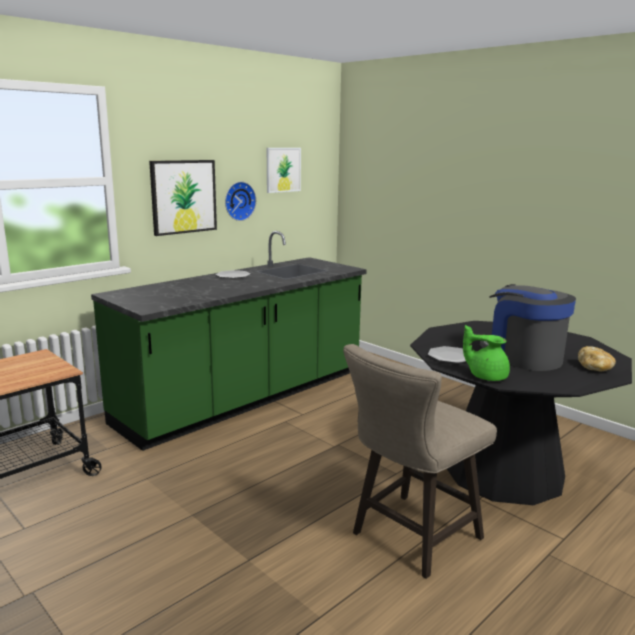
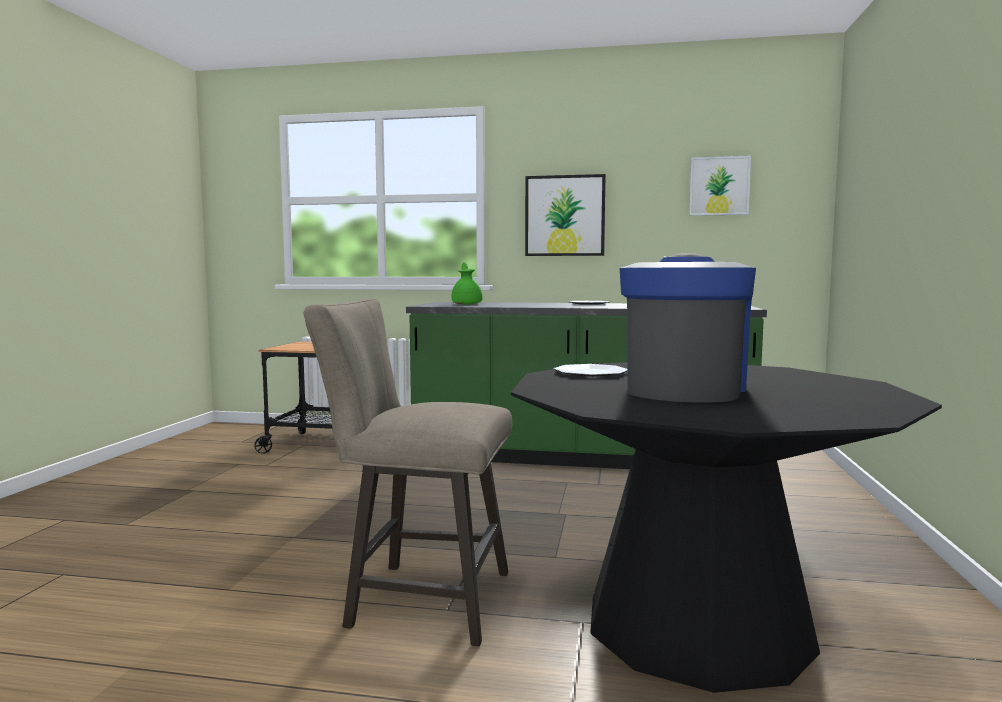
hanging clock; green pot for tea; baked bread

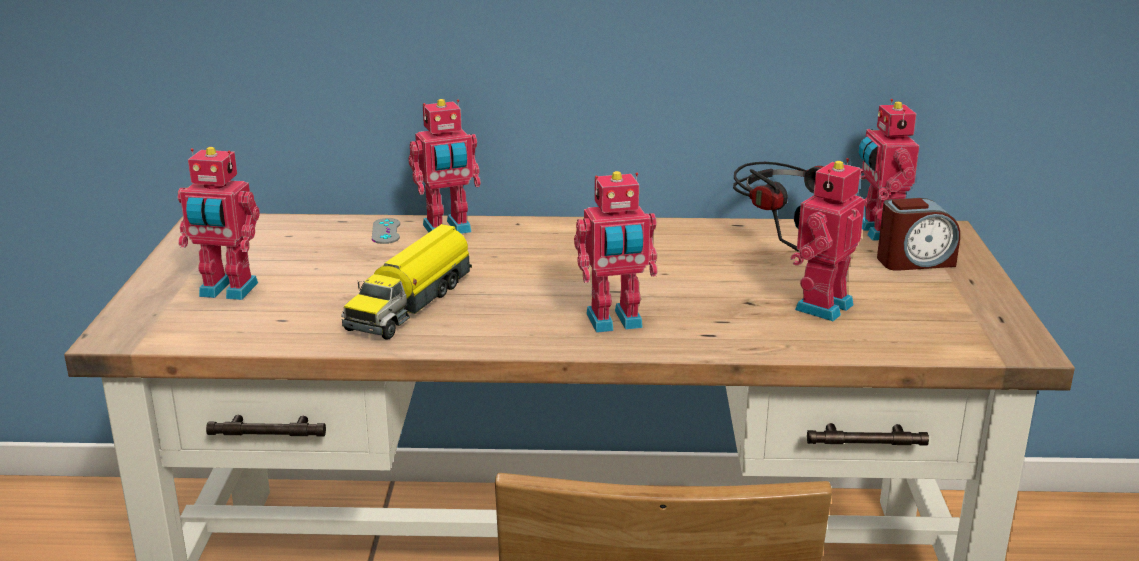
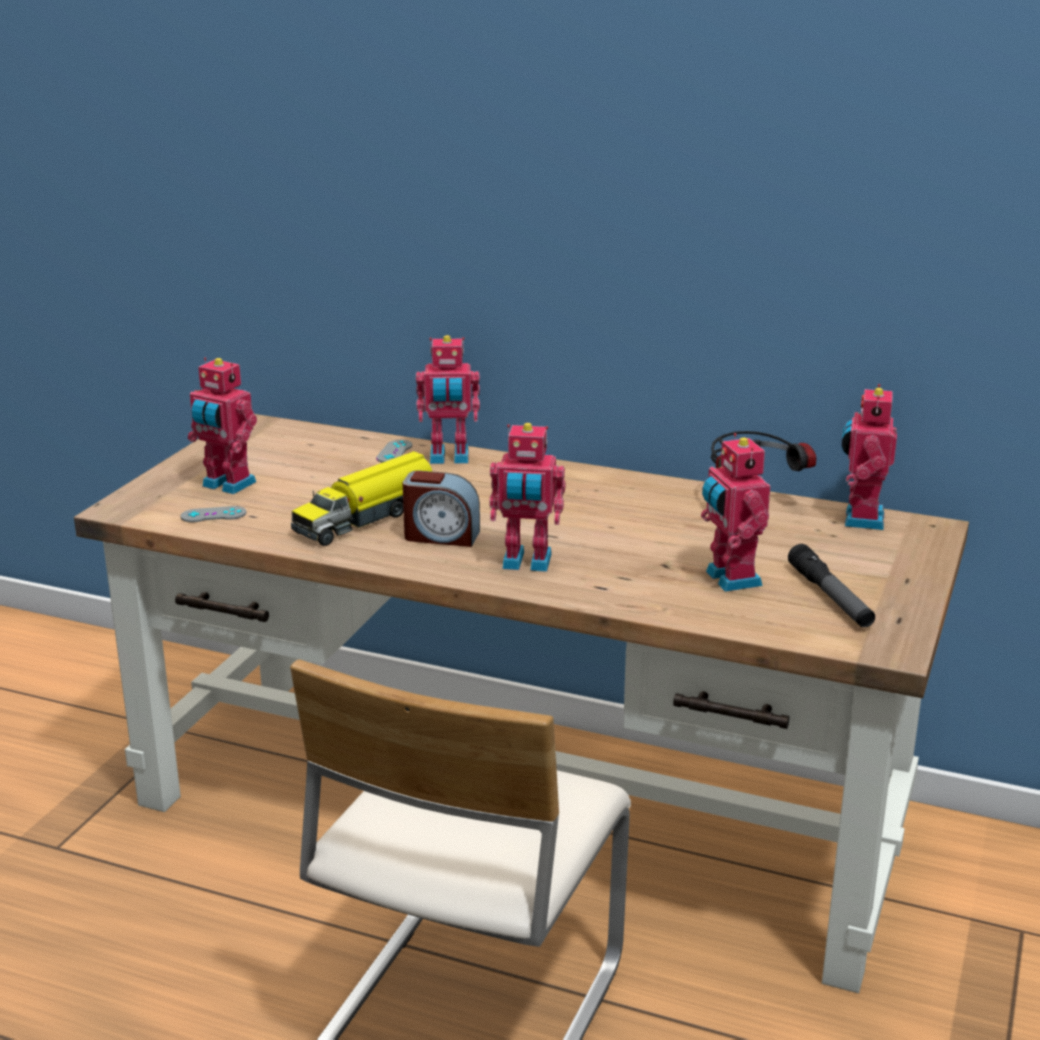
robot figure (4th from left); bedside clock; gray gamepad (1st from left); torch

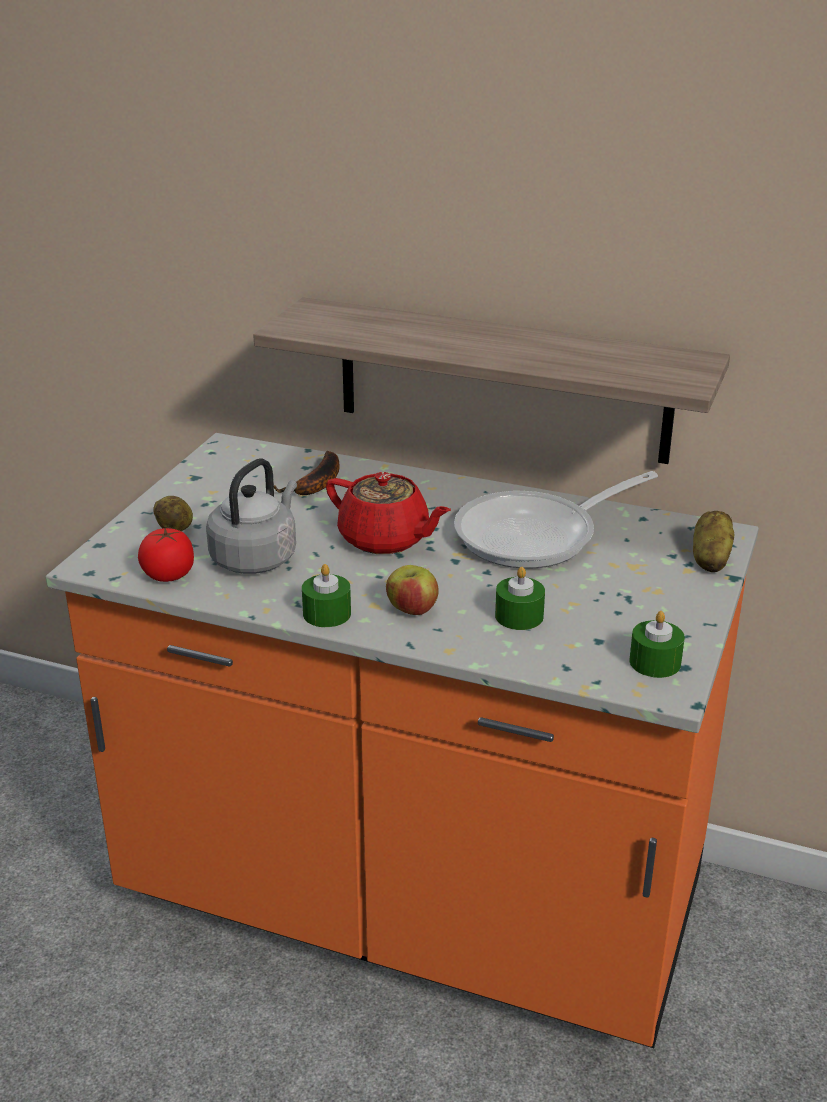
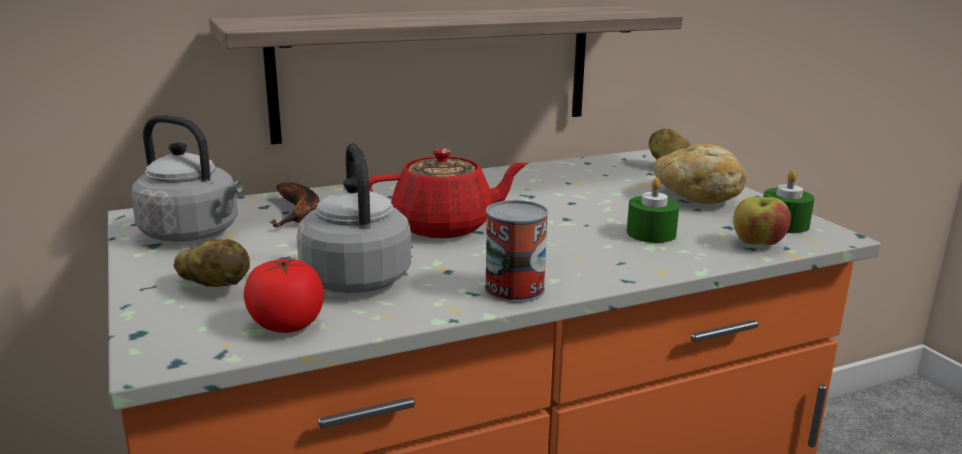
sealed can; apple fruit; frying pan; gray kettle (1st from left); baked bread

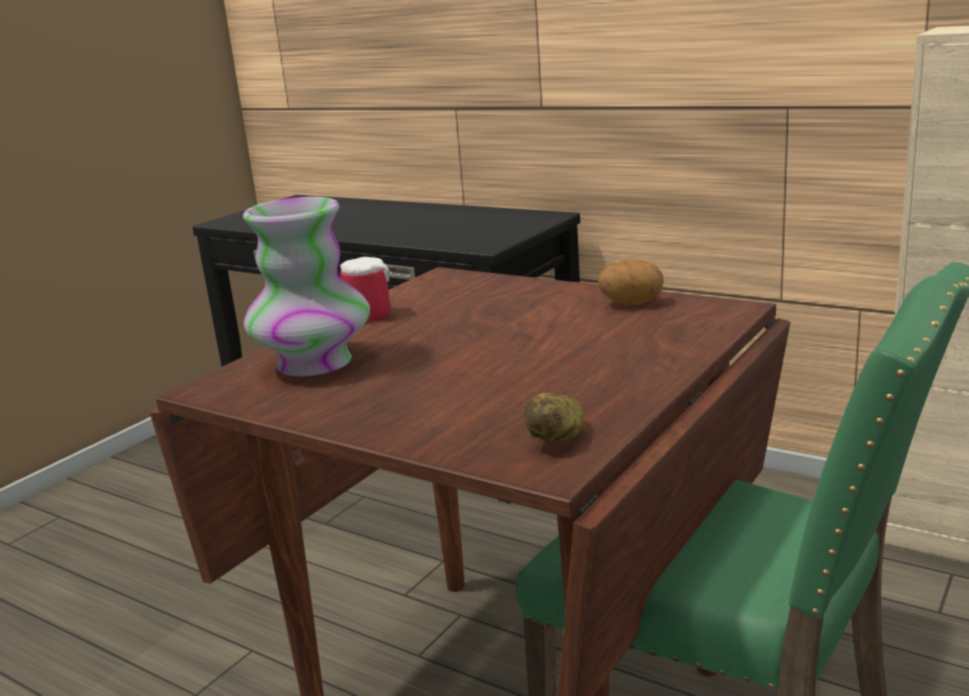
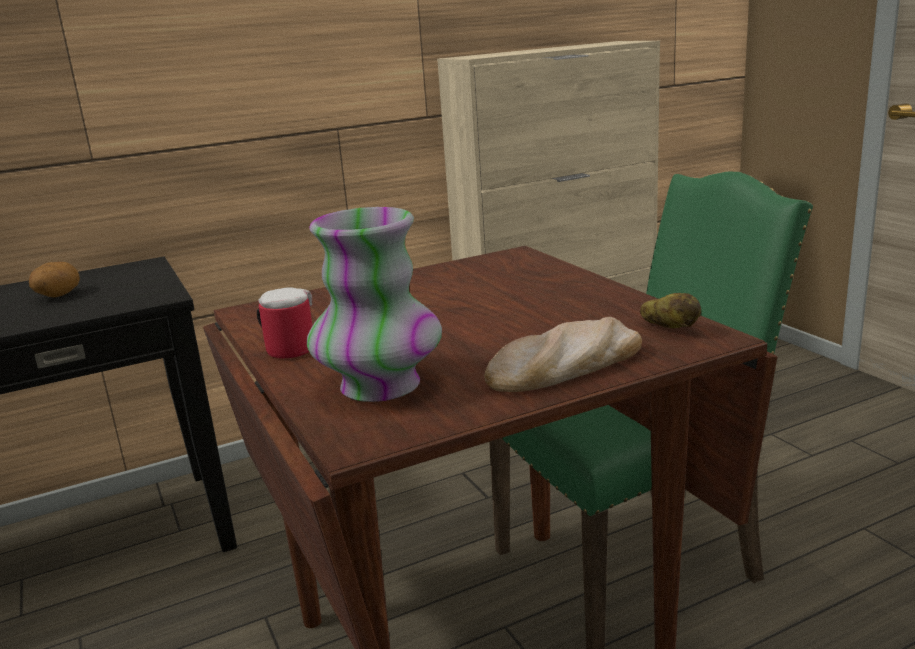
spud (1st from left); baked bread

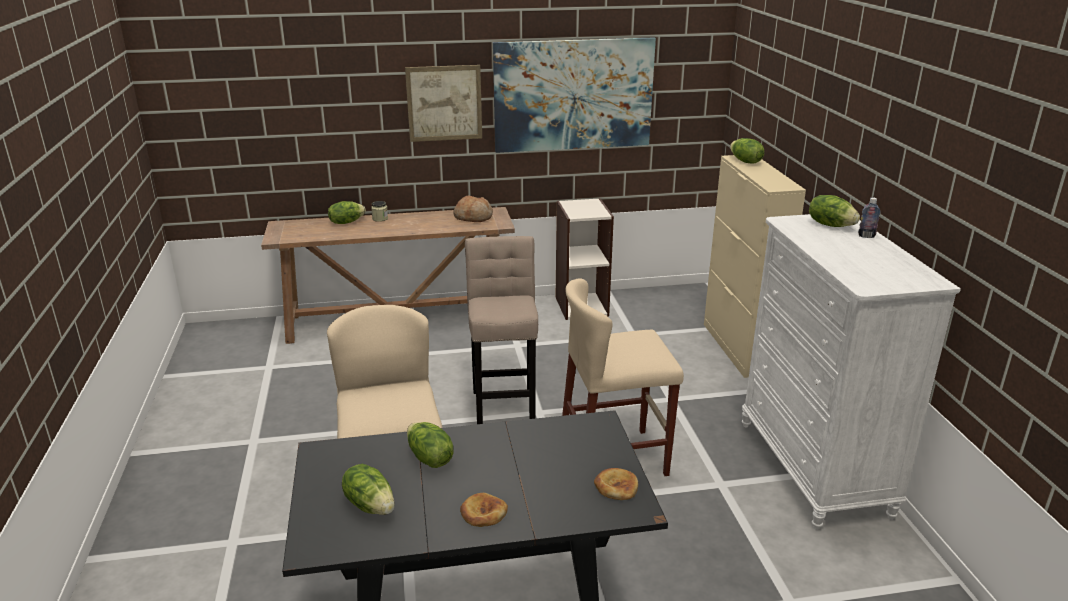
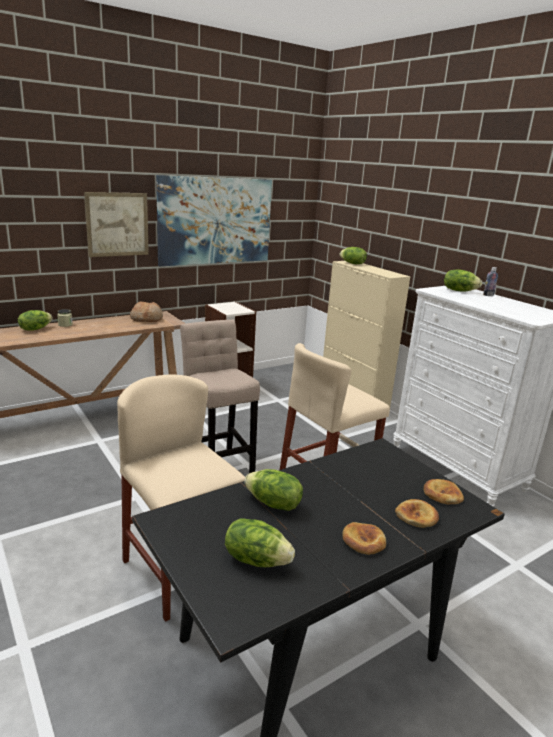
baked bread (3rd from left)

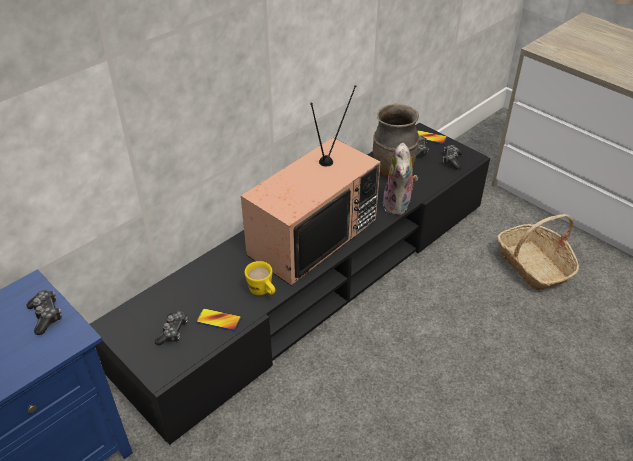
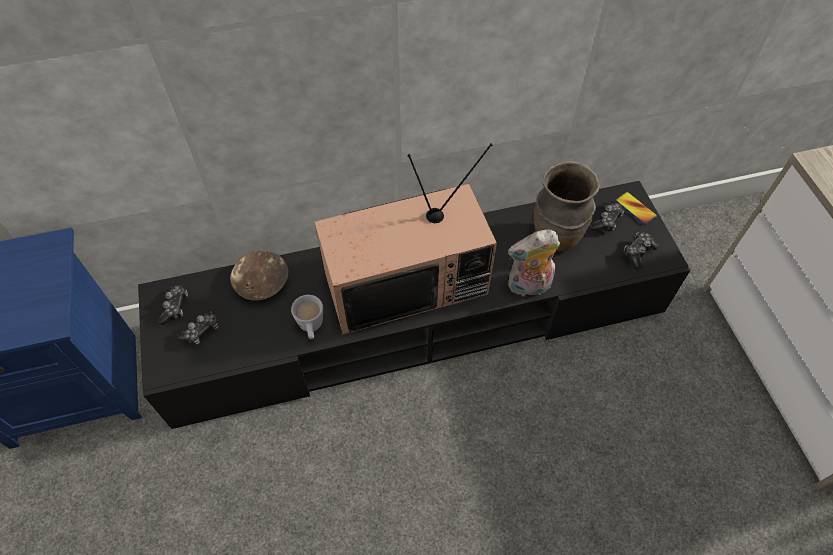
gamepad (1st from left); phone (1st from left in the first image); whitish coffee mug; soft toy; basket; brown-coloured serving bowl

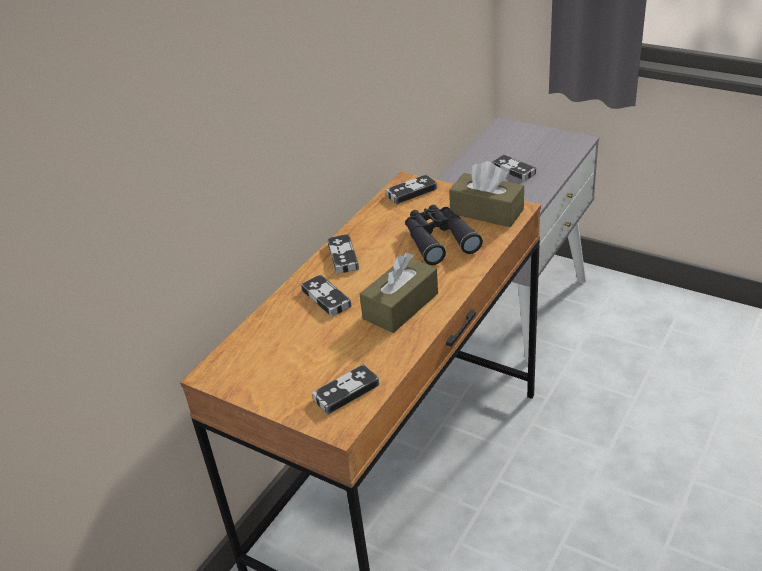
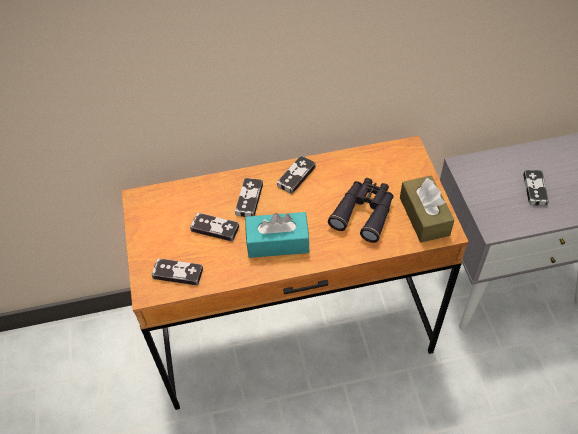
blue-green tissue holder; gamepad (2nd from left)

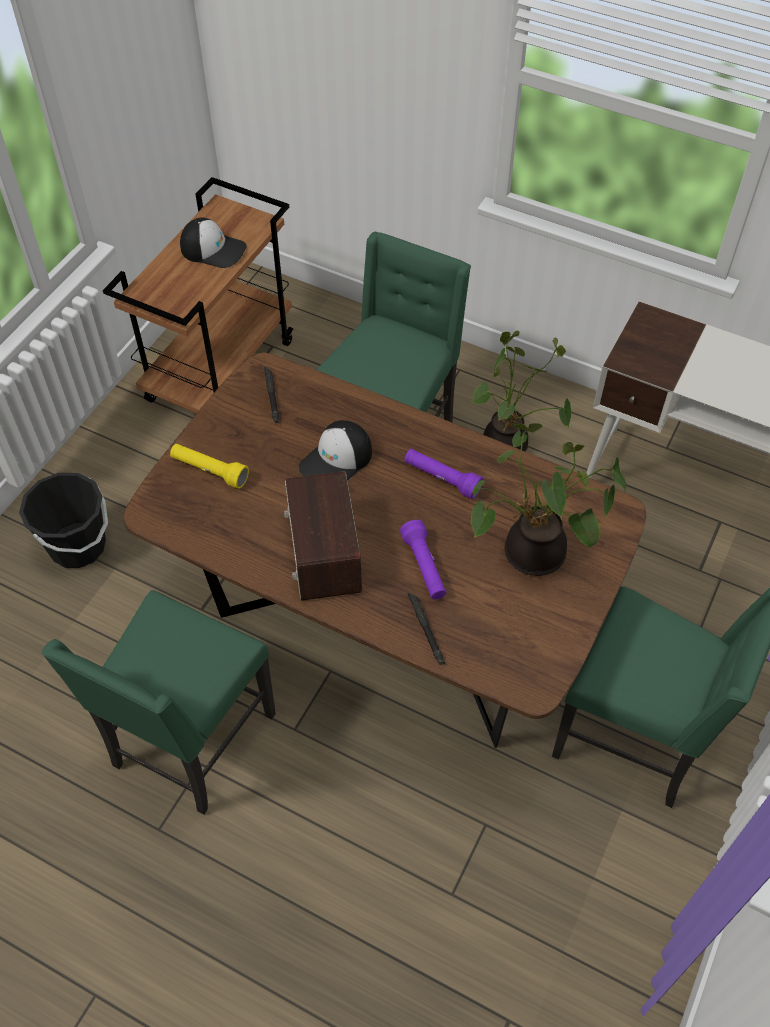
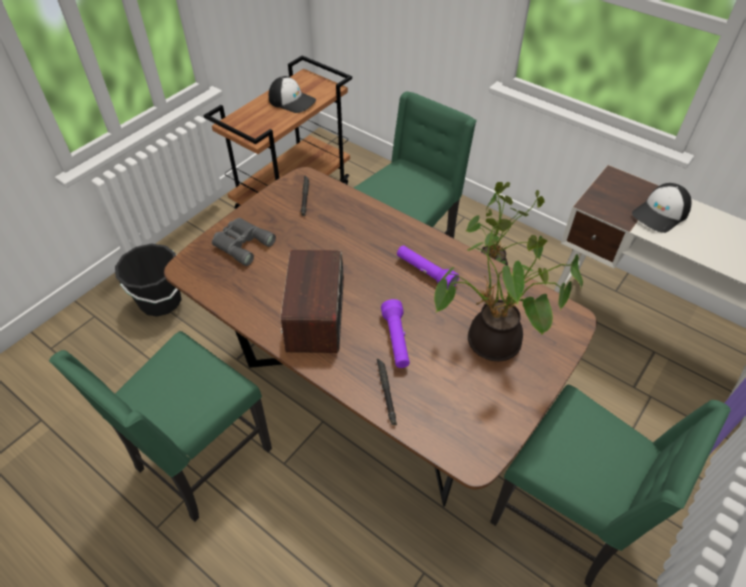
gray binoculars; cap (2nd from left)

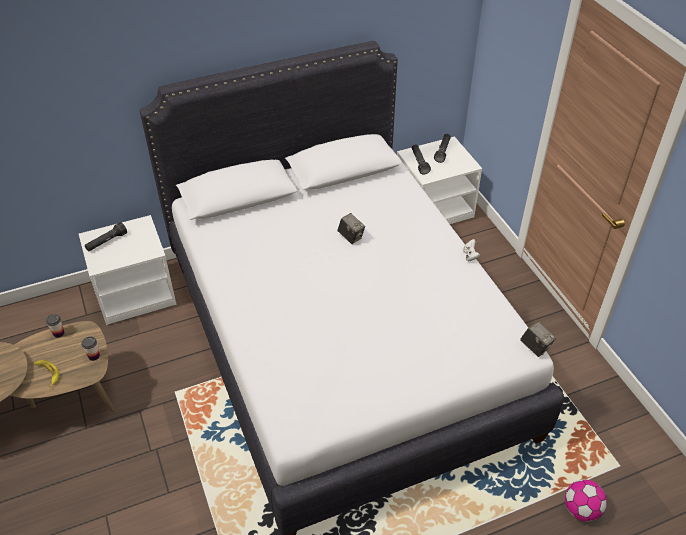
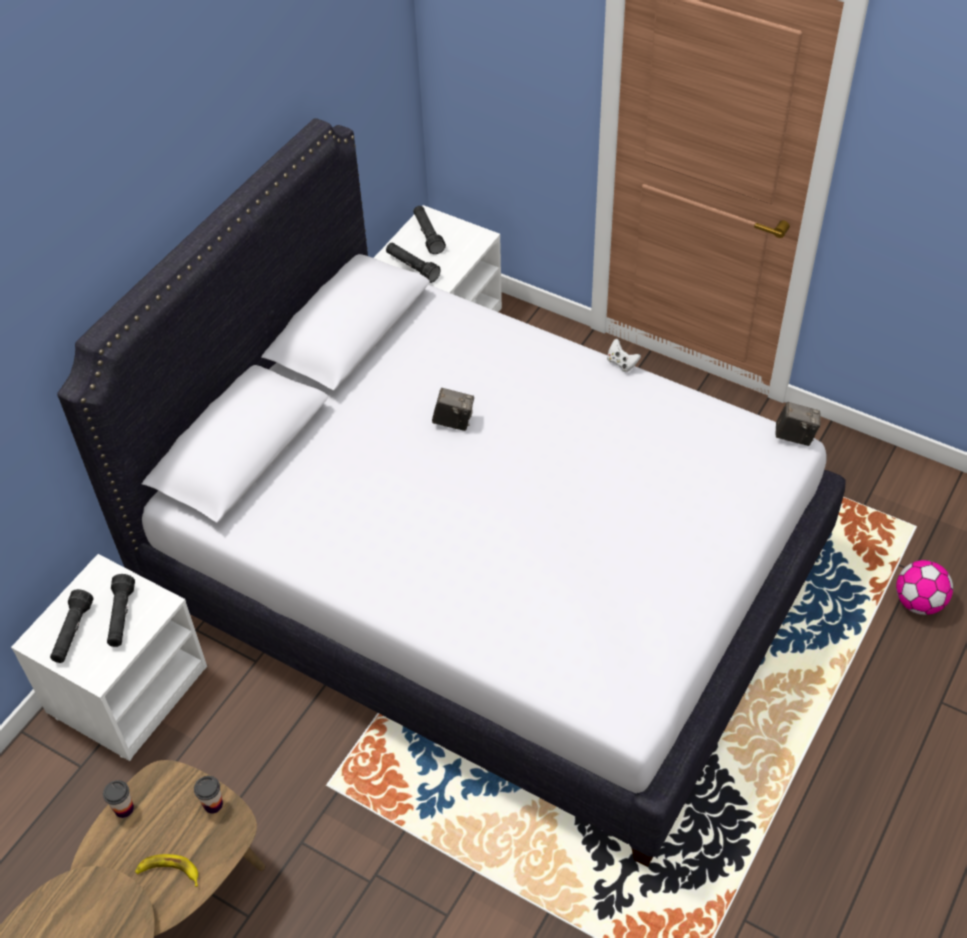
black torch (2nd from left)

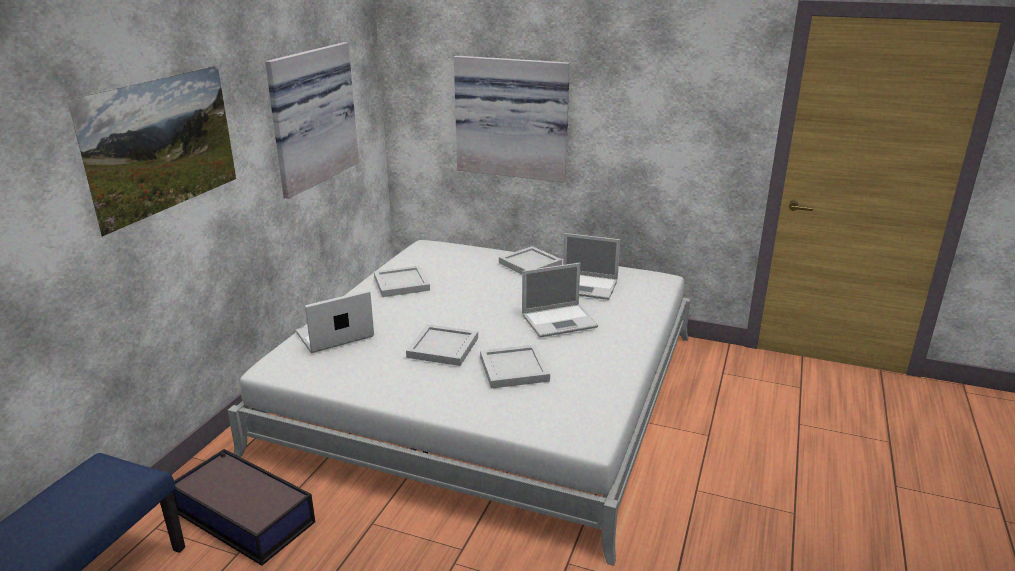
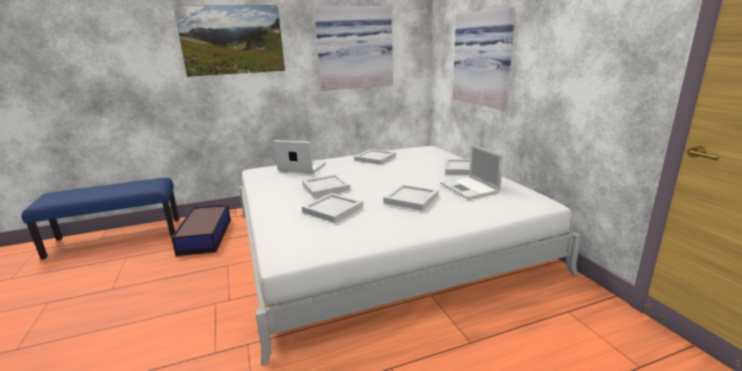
whitish serving tray (4th from left)

